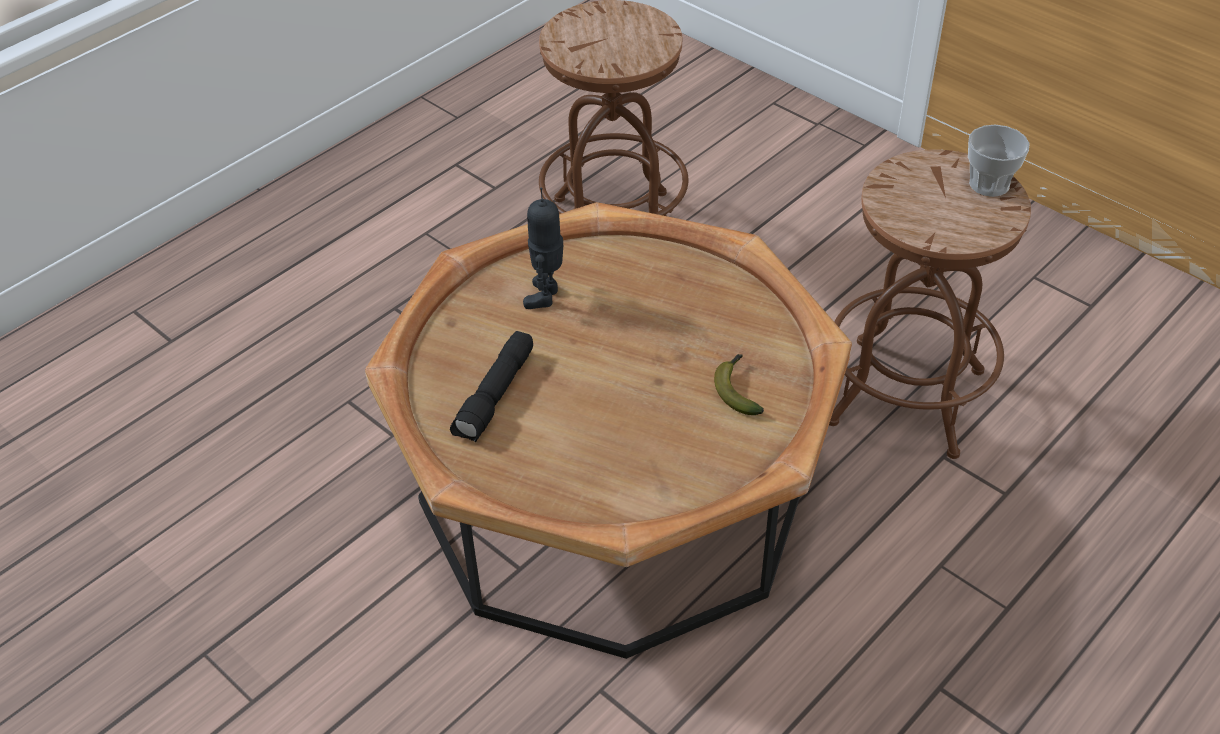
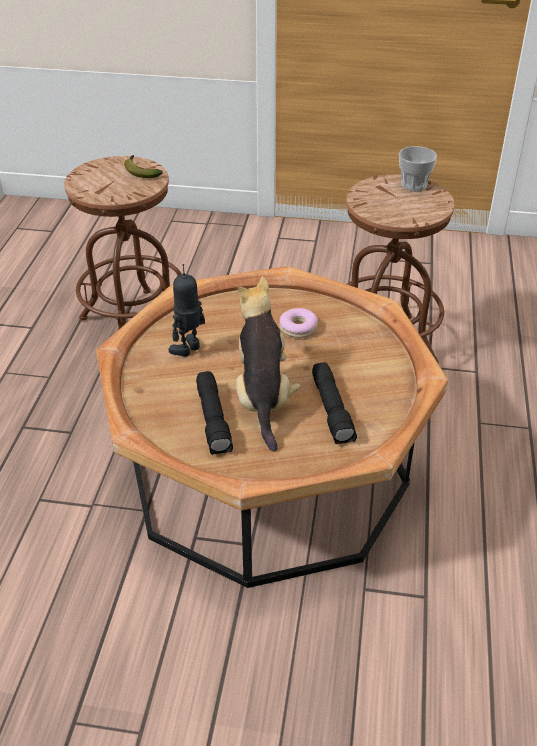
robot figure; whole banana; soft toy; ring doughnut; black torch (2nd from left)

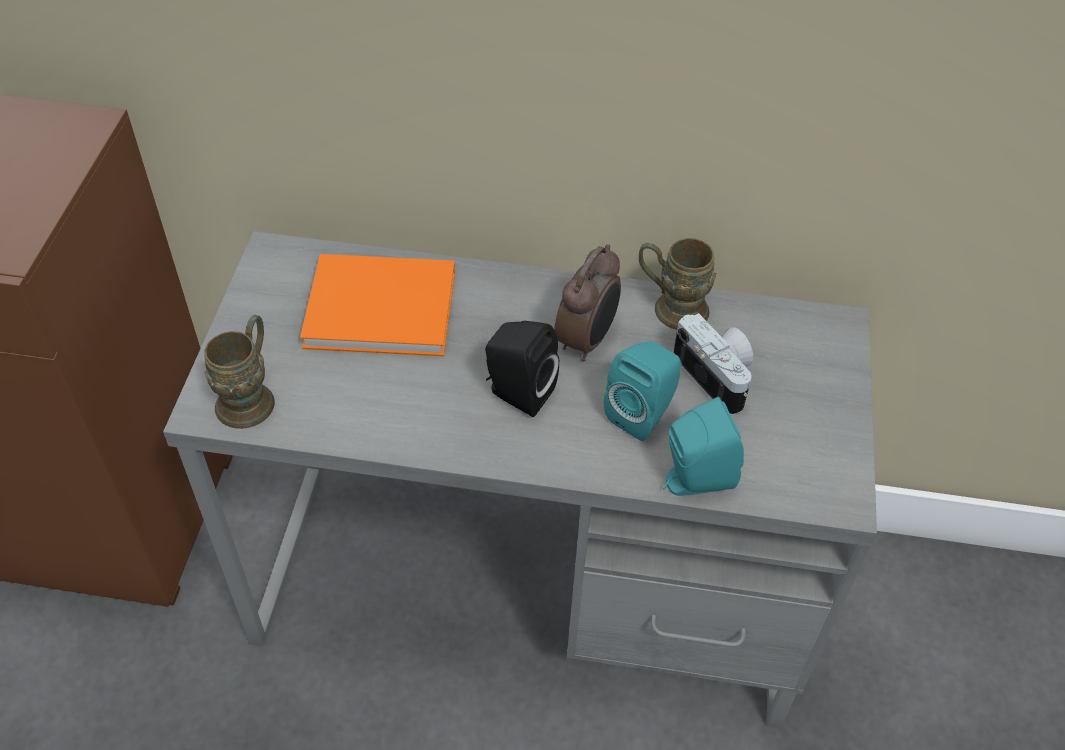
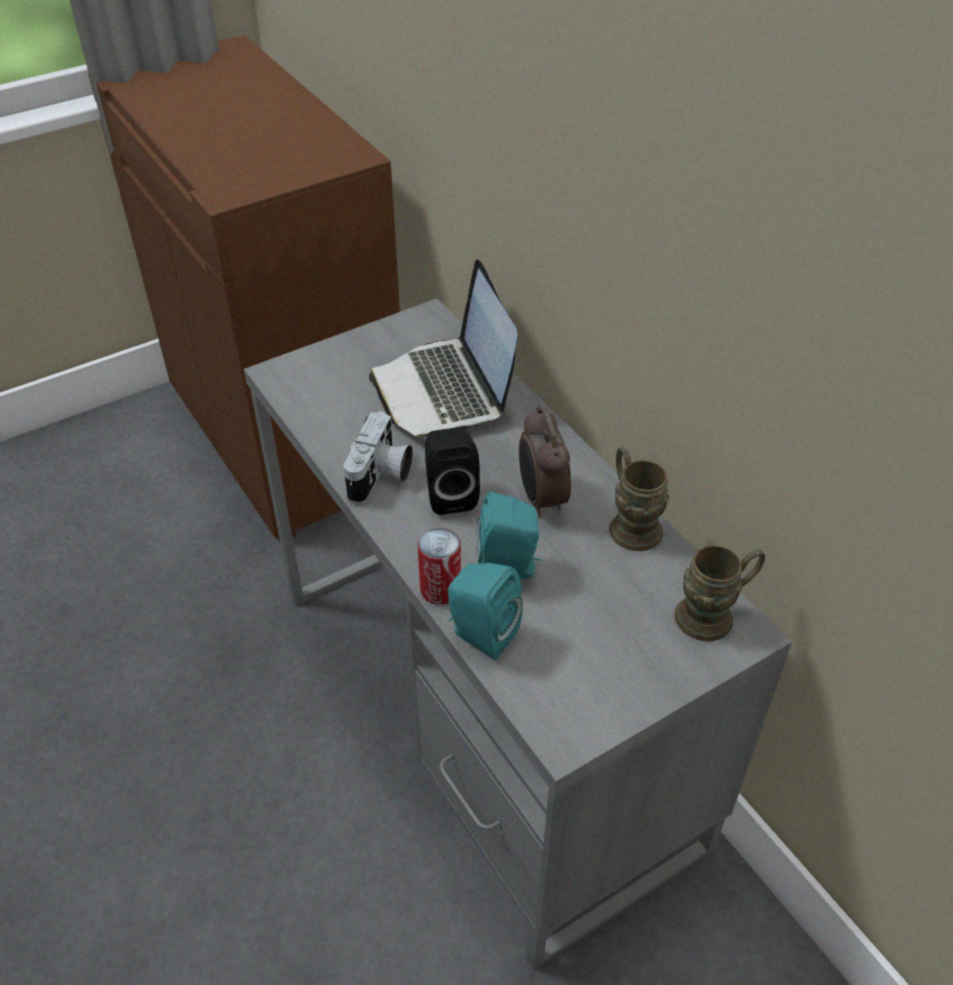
brown-coloured coffee mug (2nd from left); notebook computer; bedside clock; photo camera; sealed can

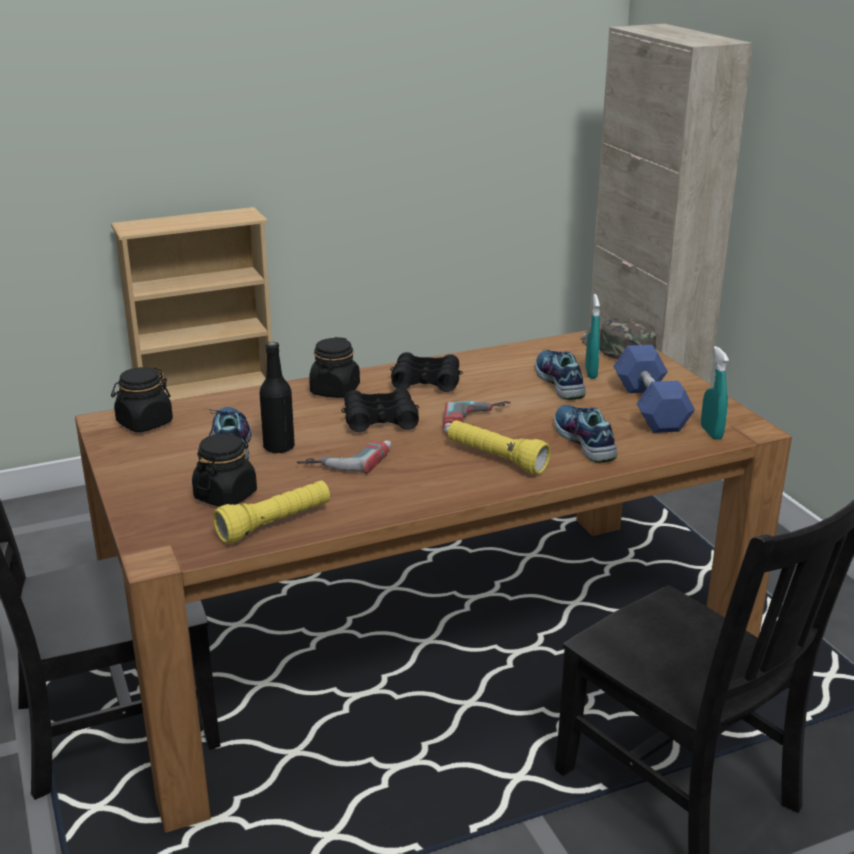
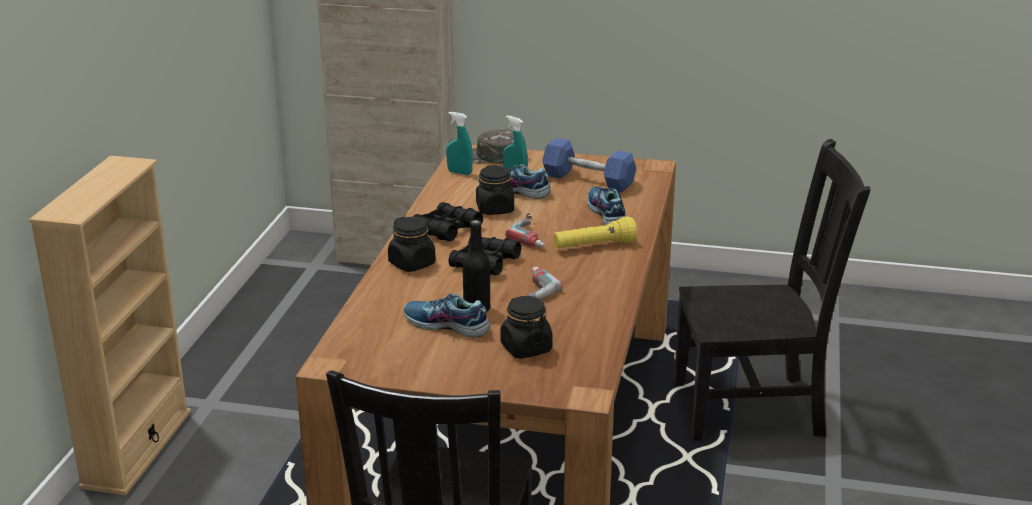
black storage jar (2nd from left); yellowish torch (1st from left in the first image); item of footwear (3rd from left); blue-green sprayer (1st from left)

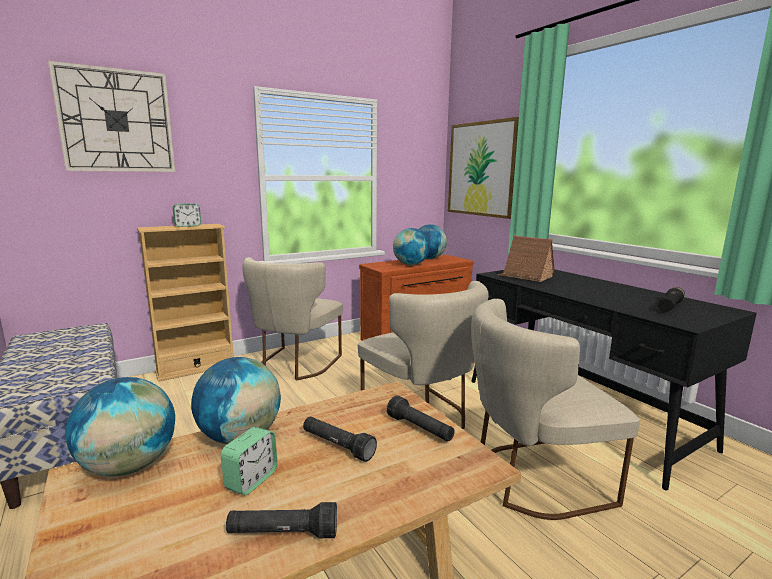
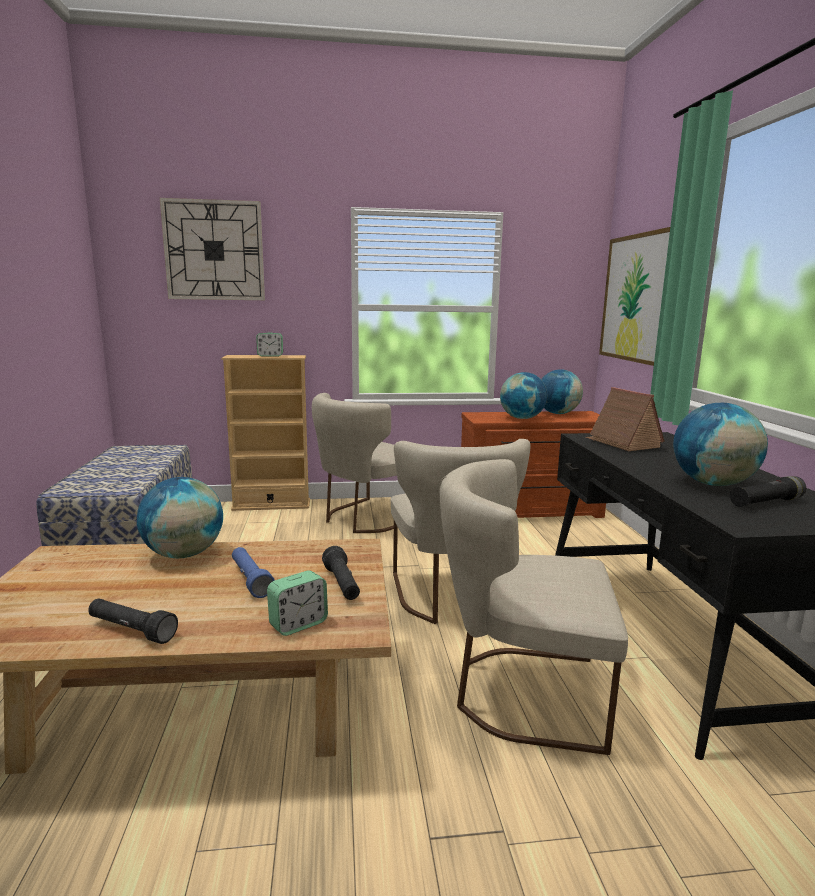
globe (4th from left); bedside clock (2nd from left); blue-coloured torch

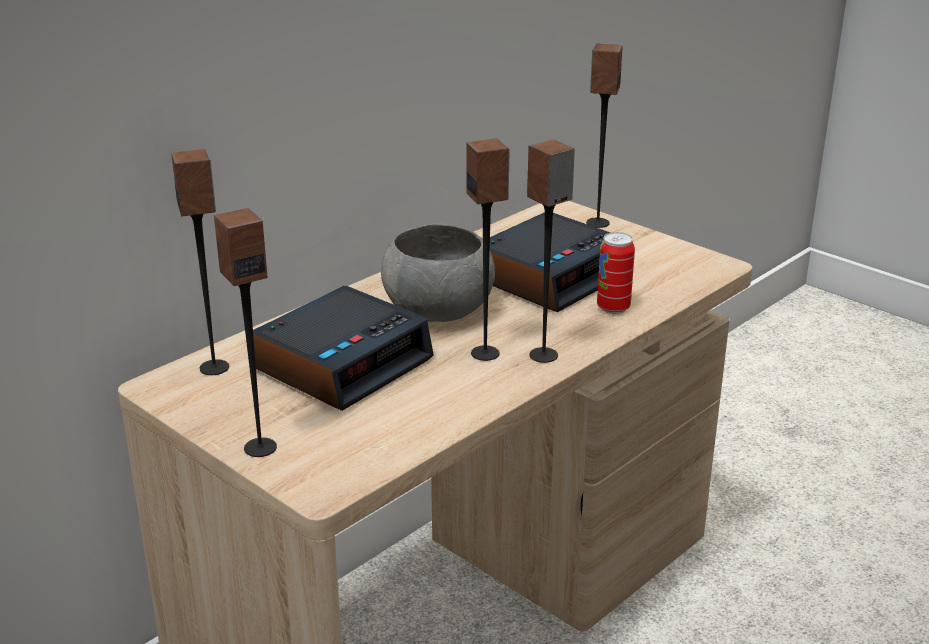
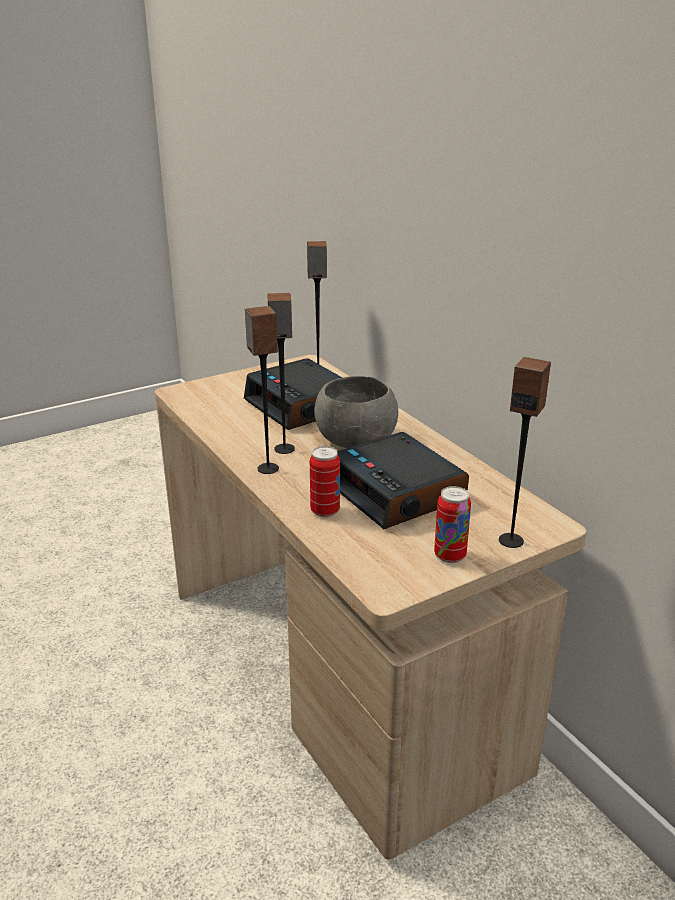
speaker (2nd from left in the first image); sealed can (2nd from left)

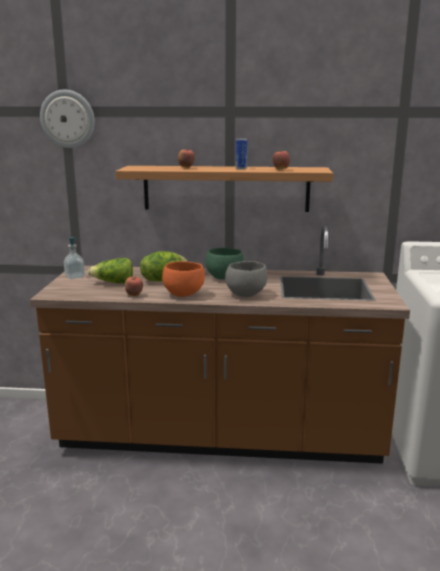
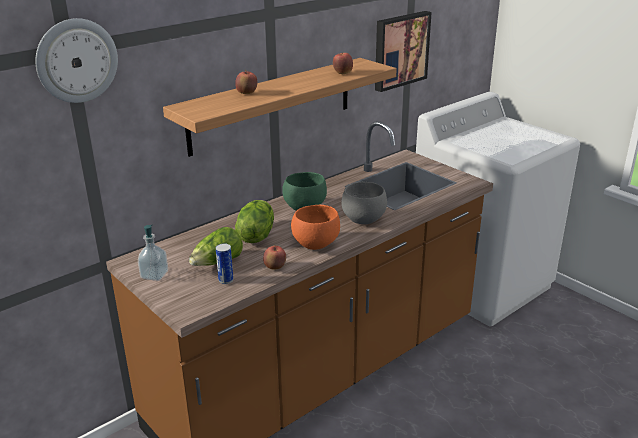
sealed can; wall art

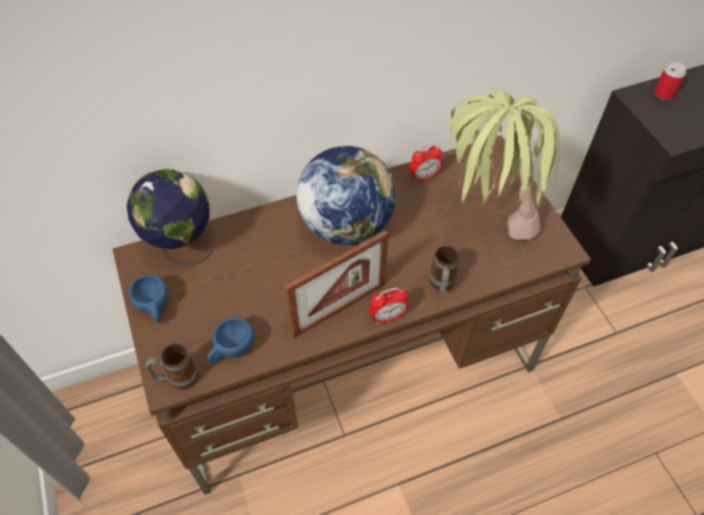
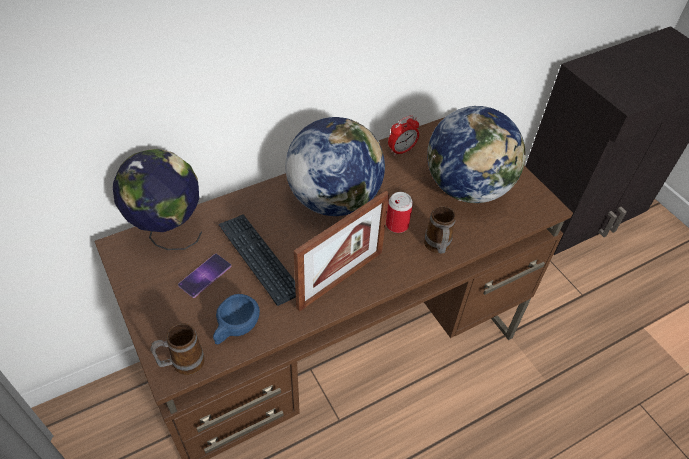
blue-coloured cup (1st from left in the first image); bedside clock (1st from left in the first image); globe (3rd from left); sealed can; phone; keyboard

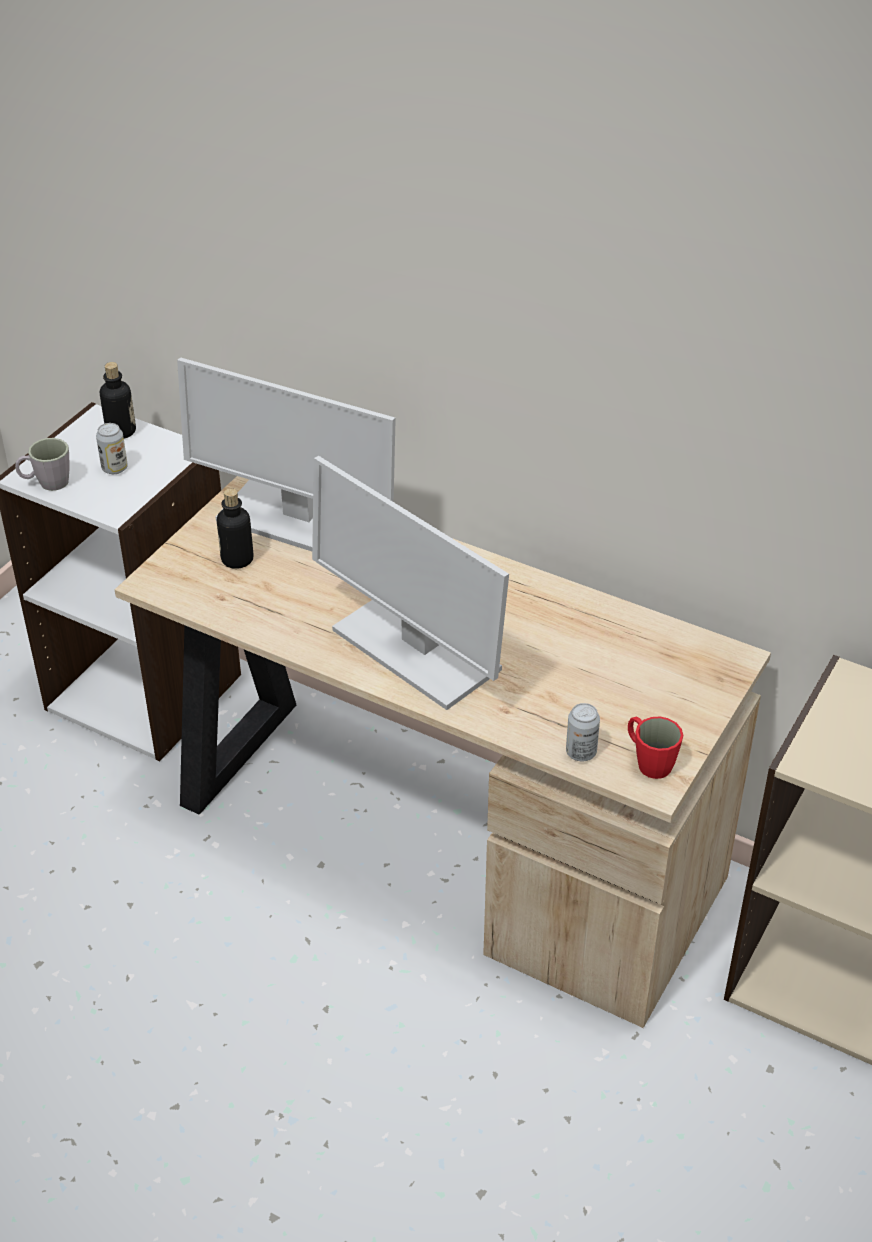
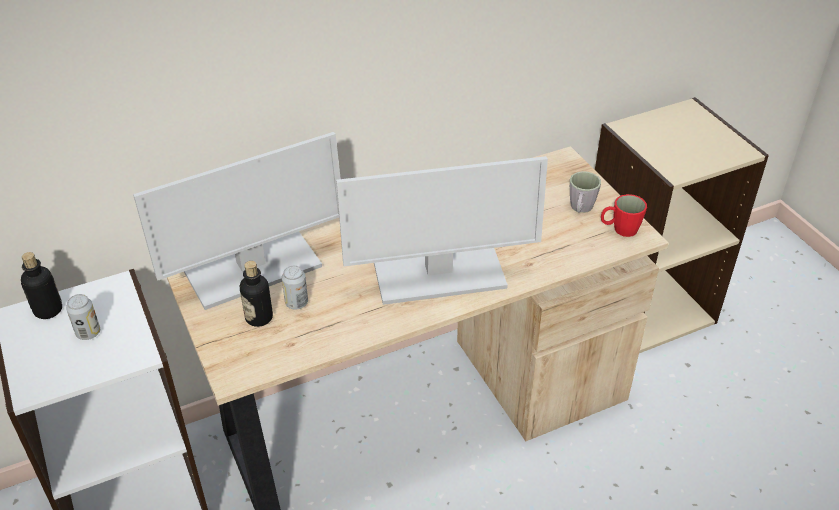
gray coffee mug; sealed can (2nd from left)

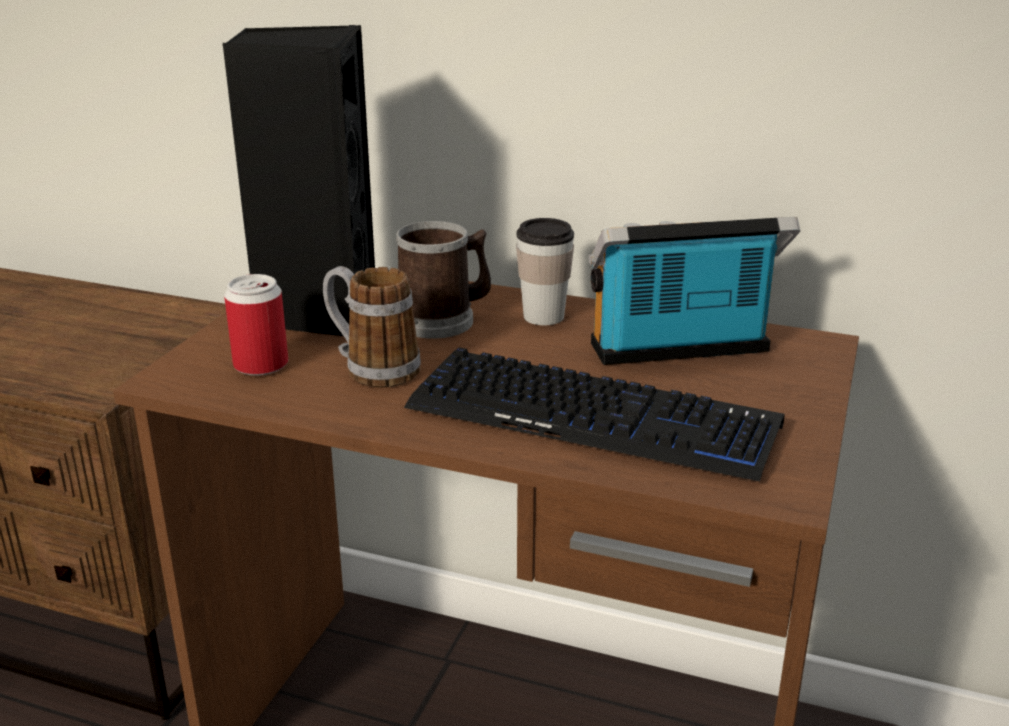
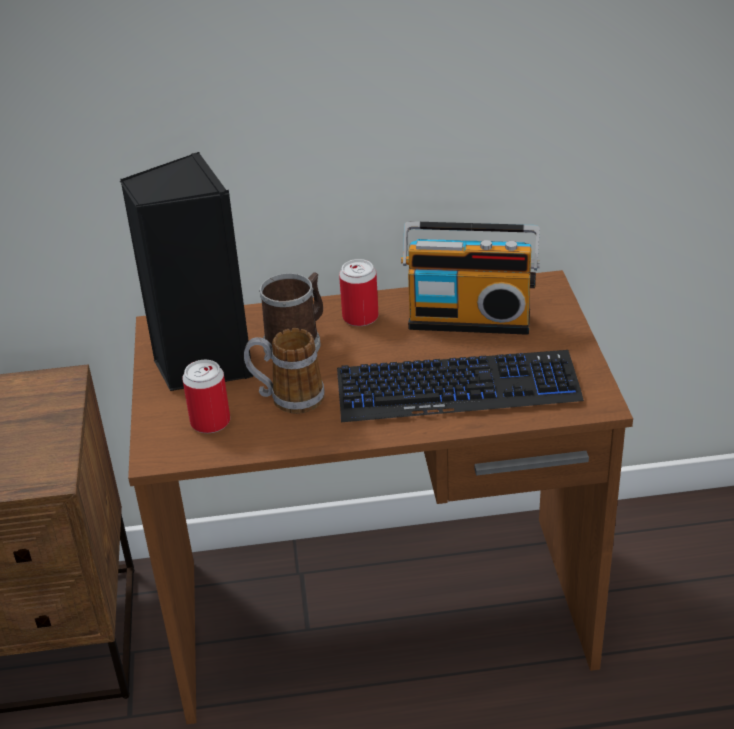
sealed can (2nd from left); radio set

